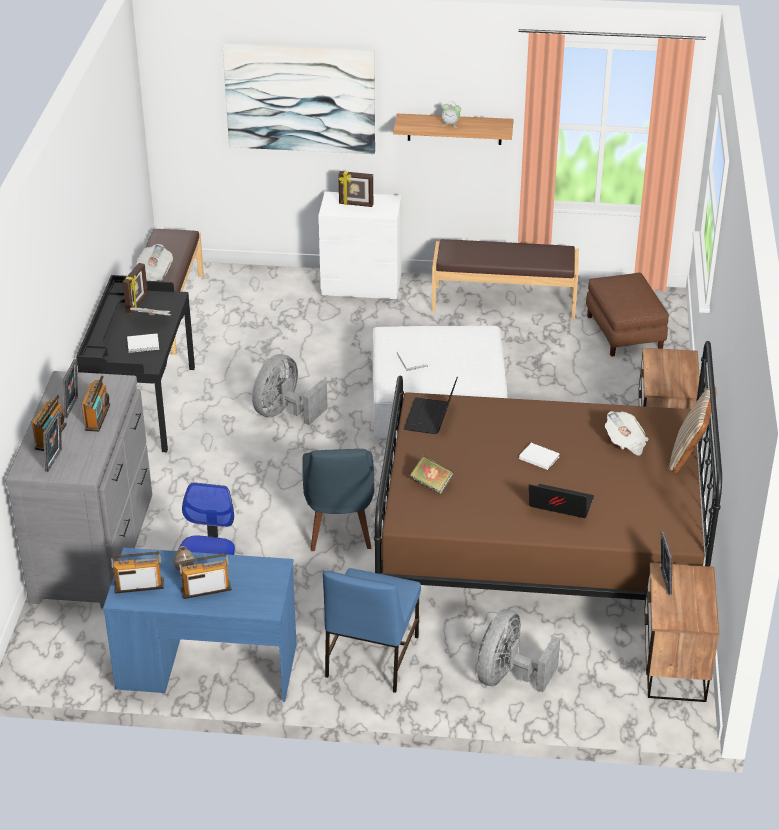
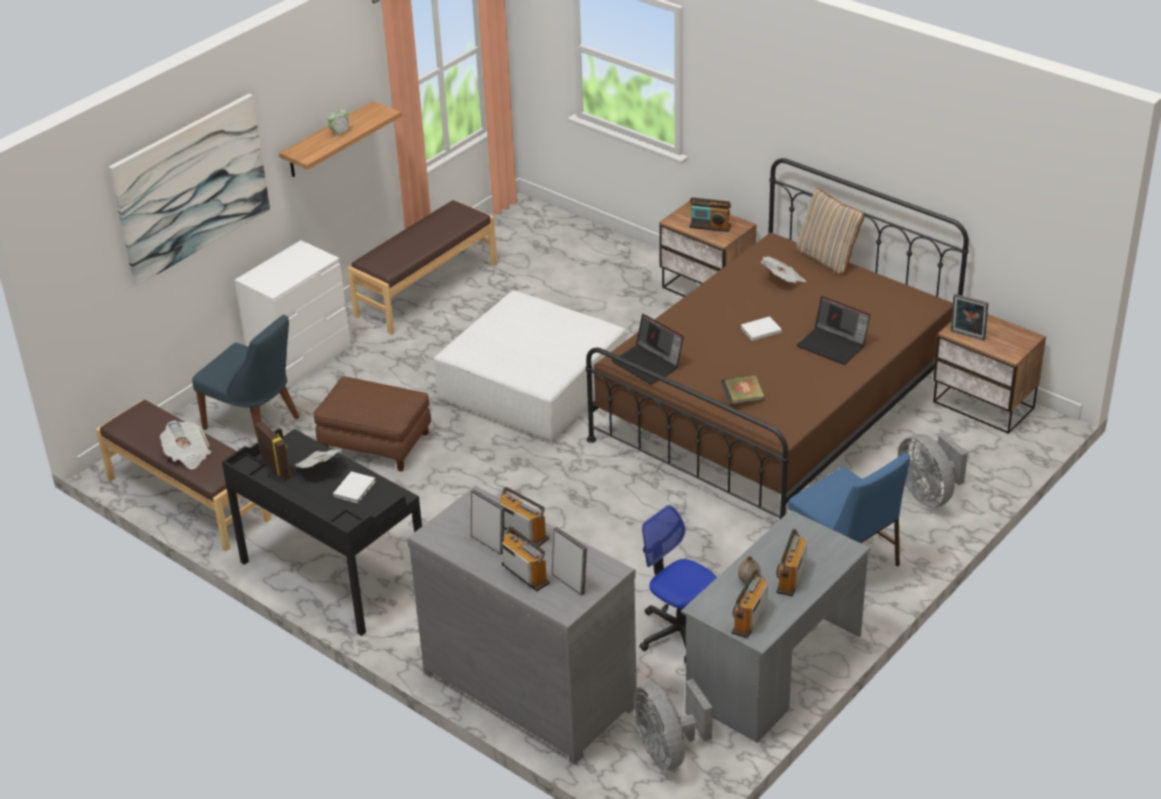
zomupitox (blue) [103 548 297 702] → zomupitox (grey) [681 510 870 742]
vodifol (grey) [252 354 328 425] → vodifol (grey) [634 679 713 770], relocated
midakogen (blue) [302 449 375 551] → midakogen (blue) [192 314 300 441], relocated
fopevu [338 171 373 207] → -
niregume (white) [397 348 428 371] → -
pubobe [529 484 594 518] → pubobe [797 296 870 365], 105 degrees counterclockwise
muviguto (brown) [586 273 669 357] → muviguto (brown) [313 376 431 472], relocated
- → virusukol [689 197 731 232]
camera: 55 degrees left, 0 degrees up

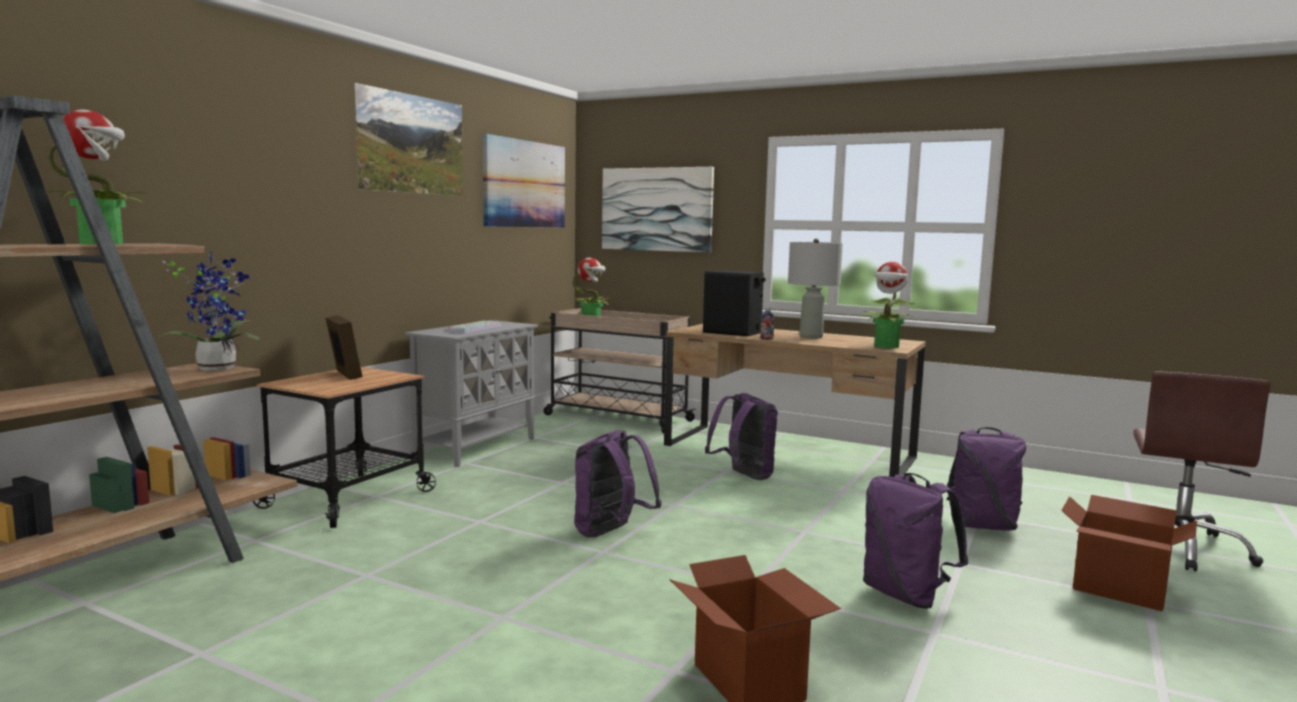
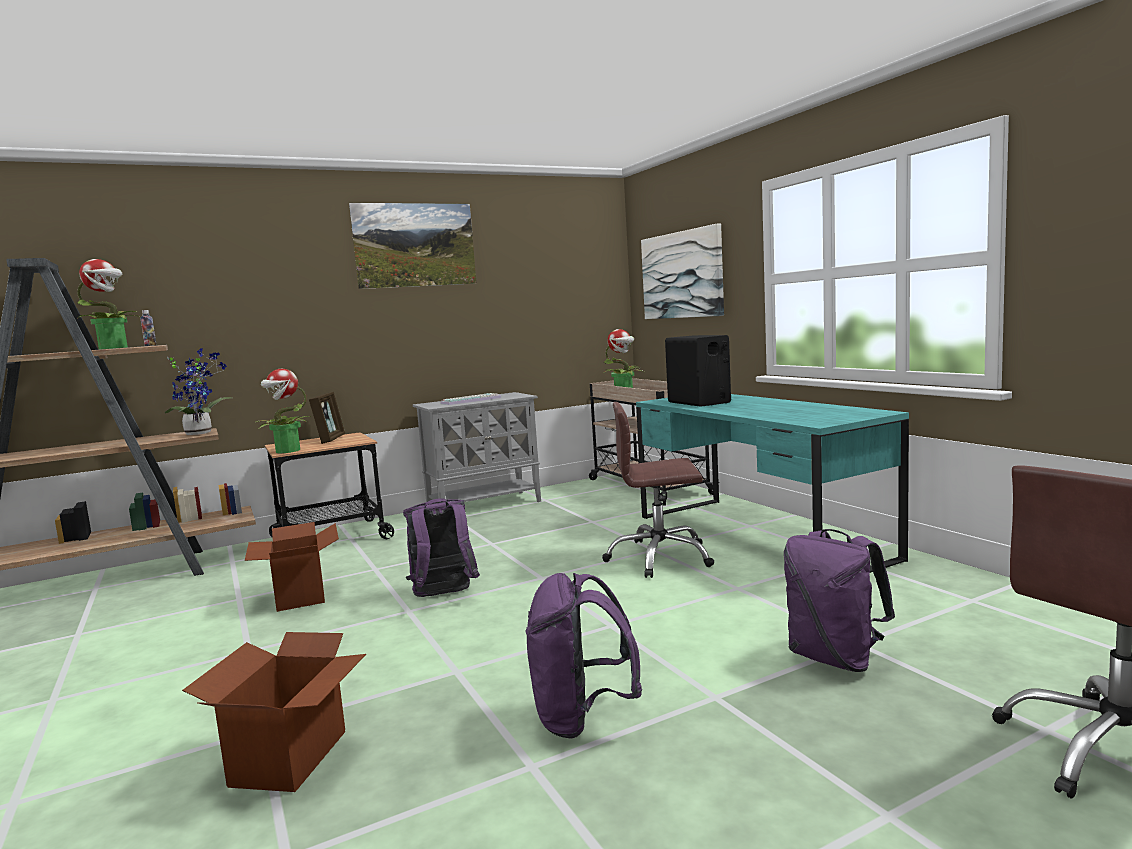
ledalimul [483 134 565 228] → -
zomupitox (brown) [664 324 926 477] → zomupitox (turquoise) [636 394 909 573]
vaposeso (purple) [705 393 778 480] → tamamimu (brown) [602 402 714 578]
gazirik [760 307 774 340] → gazirik [140 310 157 346], relocated
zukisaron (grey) [788 238 843 339] → -
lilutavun [860 262 915 348] → lilutavun [256 369 311 453], relocated
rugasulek [1061 495 1197 611] → rugasulek [245 522 339 612], relocated
camera: 35 degrees right, 0 degrees up

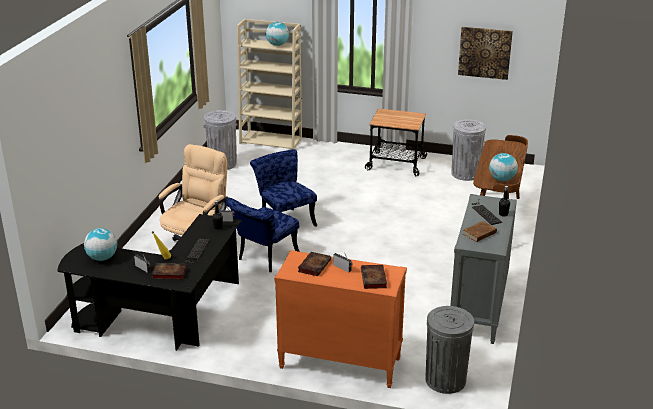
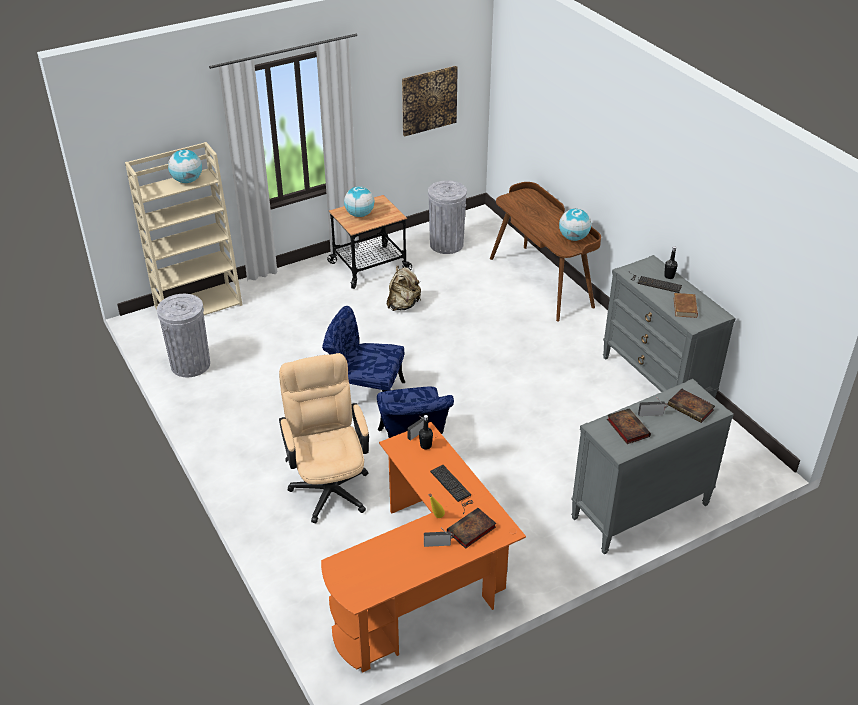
zomupitox (black) [57 214 241 351] → zomupitox (orange) [321 422 526 673]
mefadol [84 228 117 261] → mefadol [344 186 374 217], relocated
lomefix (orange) [274 250 407 388] → lomefix (grey) [571 379 734 554]
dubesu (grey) [425 306 474 394] → -
- → vaposeso (beige) [387 266 421 311]
camera: 45 degrees left, 10 degrees up

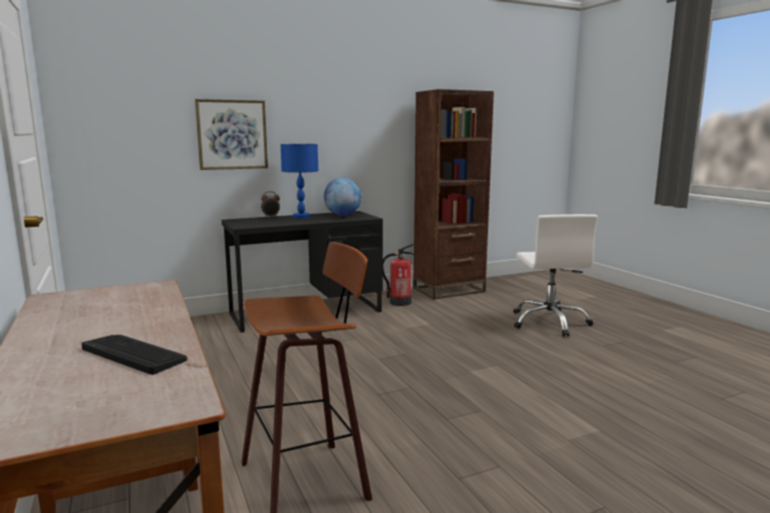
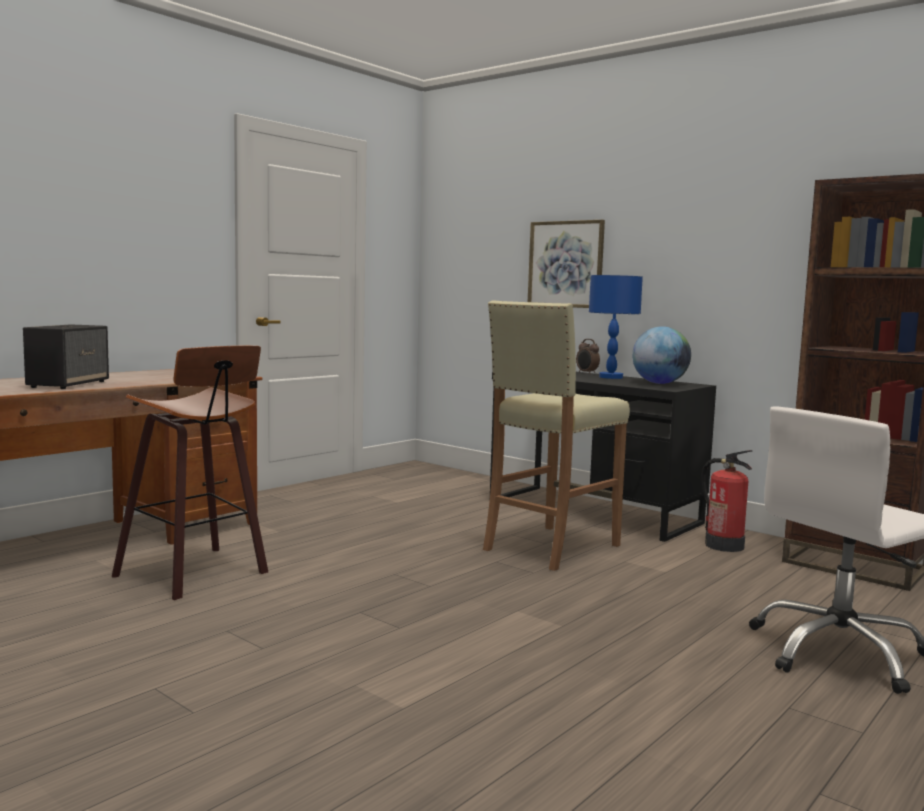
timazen [82 335 187 375] → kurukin [23 324 109 389]
- → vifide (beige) [483 300 630 571]
camera: 65 degrees right, 5 degrees down

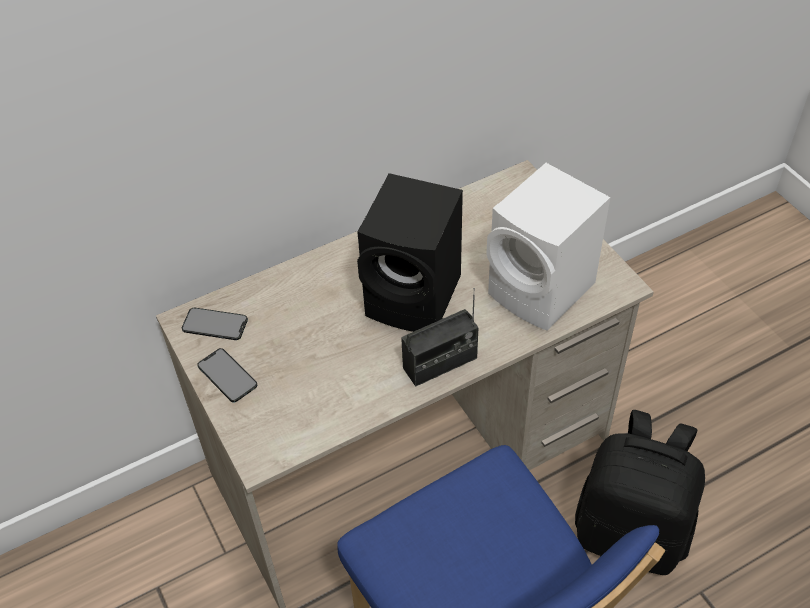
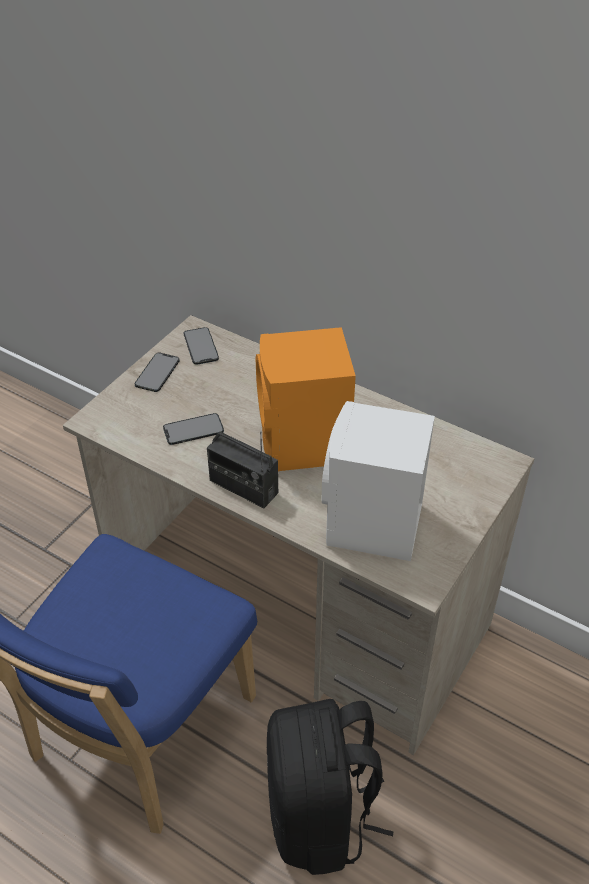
kurukin (black) [357 173 463 332] → kurukin (orange) [256 327 356 471]
- → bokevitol [163 413 224 445]
camera: 60 degrees right, 5 degrees down

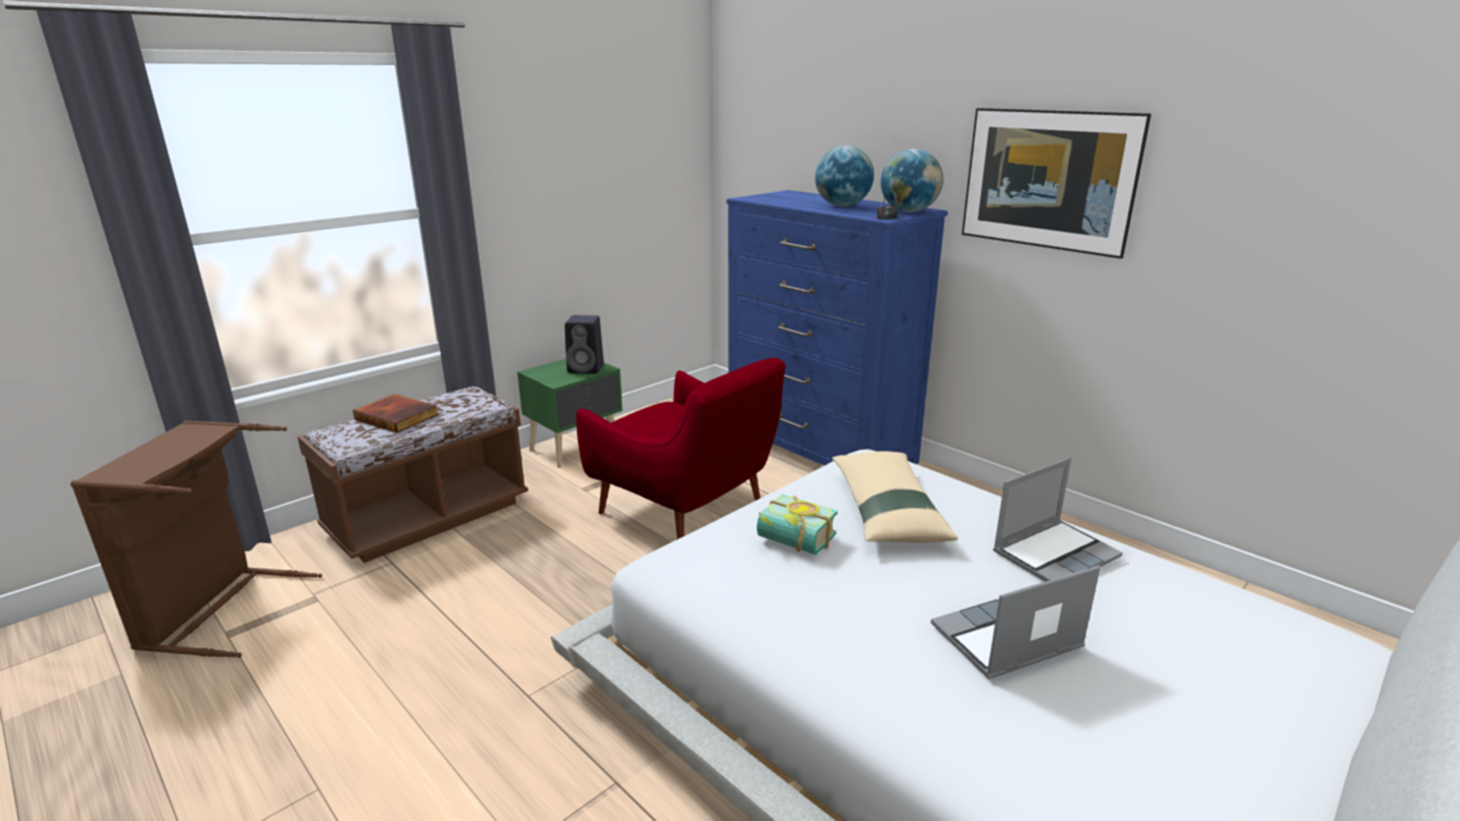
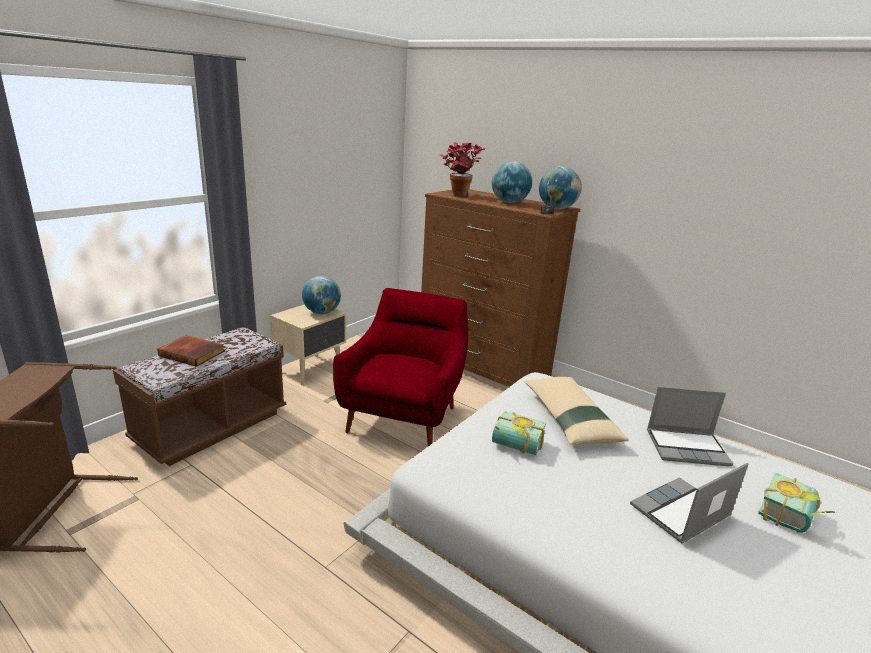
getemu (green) [517 359 622 468] → getemu (beige) [270 304 346 385]
kurukin (black) [565 315 604 374] → mefadol [302 276 341 314]
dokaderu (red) [576 358 785 539] → dokaderu (red) [333 288 468 446], 105 degrees counterclockwise
lomefix (blue) [727 190 948 466] → lomefix (brown) [421 189 580 387]
ledalimul [962 108 1151 259] → -
pubobe [993 457 1123 582] → pubobe [647 387 733 466], 45 degrees clockwise
- → lilutavun [440 142 486 197]
- → niregume [758 473 836 533]
camera: 10 degrees left, 0 degrees up

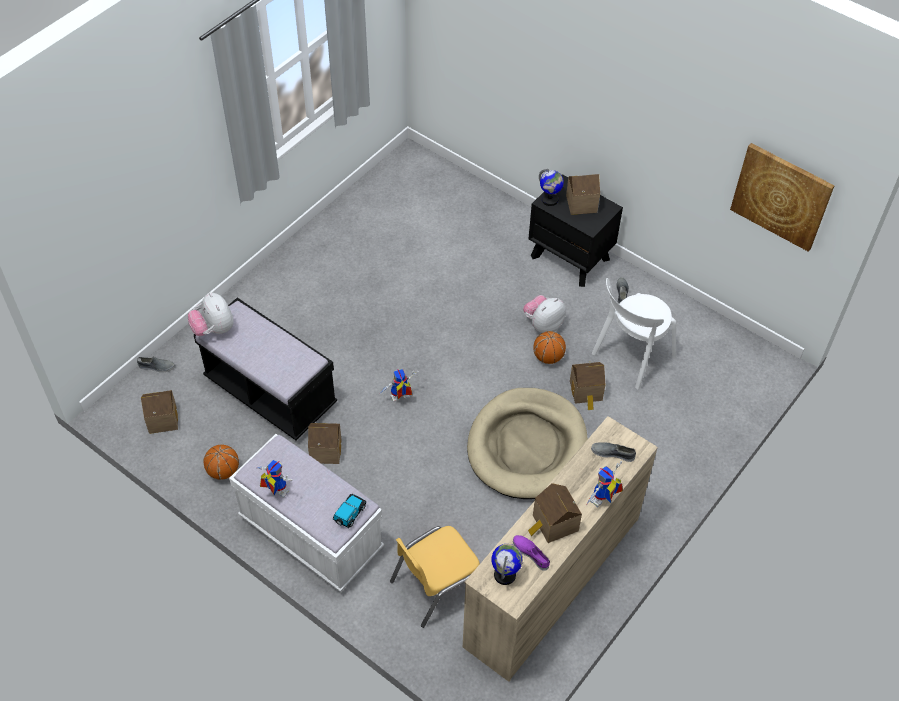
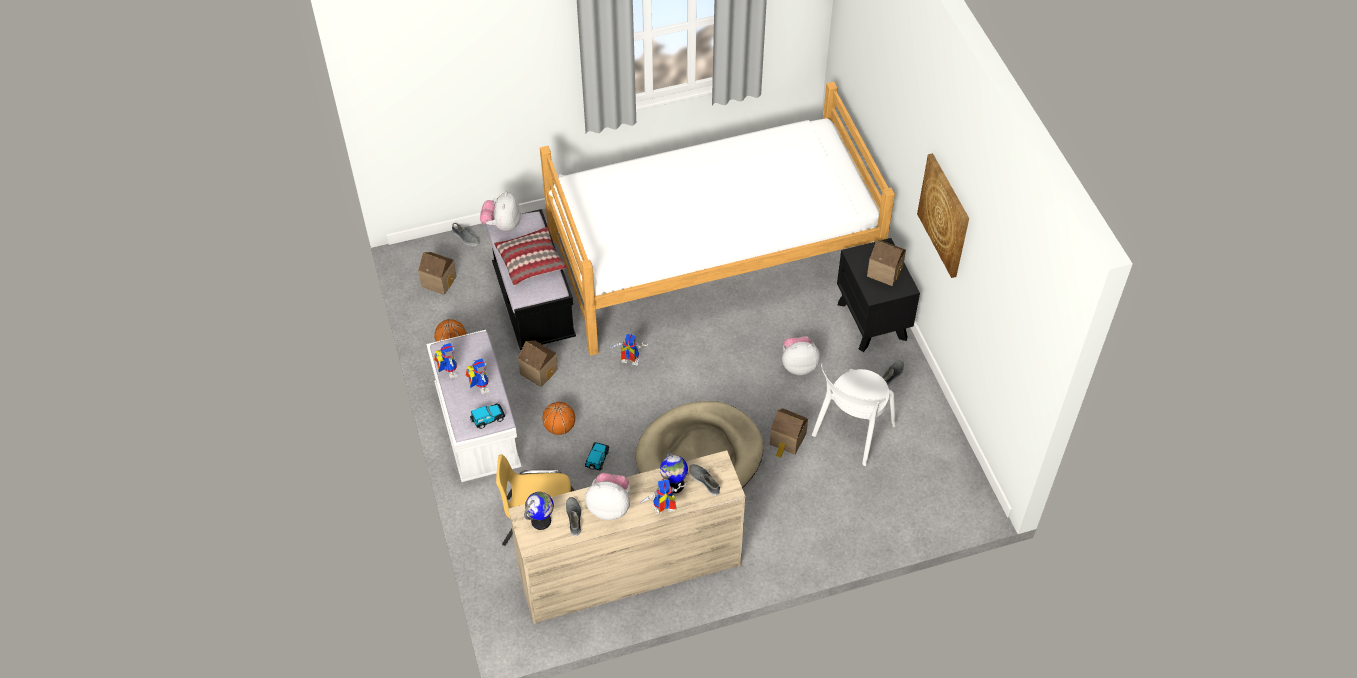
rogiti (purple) [513 535 550 571] → rogiti (grey) [566 497 581 536]
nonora [528 483 582 543] → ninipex [585 473 630 520]
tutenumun [533 331 566 364] → tutenumun [542 402 575 435], relocated
mefadol [539 169 564 206] → mefadol [660 452 688 493], relocated
midakogen (white) [592 278 676 390] → midakogen (white) [812 363 896 466], 45 degrees counterclockwise
ledalimul [730 143 835 252] → ledalimul [917 153 969 278], relocated
- → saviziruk [465 358 490 395]
- → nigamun [494 227 567 285]
- → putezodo [540 82 895 356]
- → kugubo [585 442 609 471]
camera: 35 degrees right, 0 degrees up

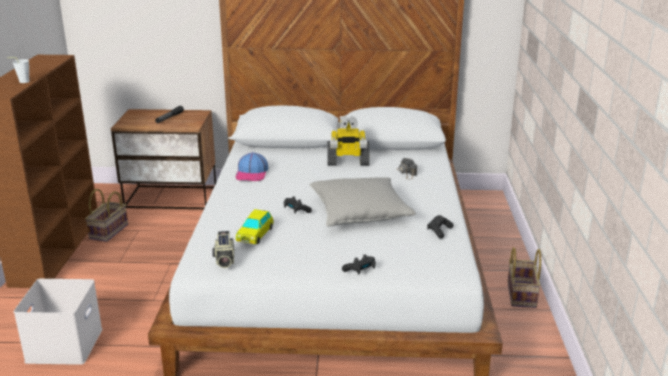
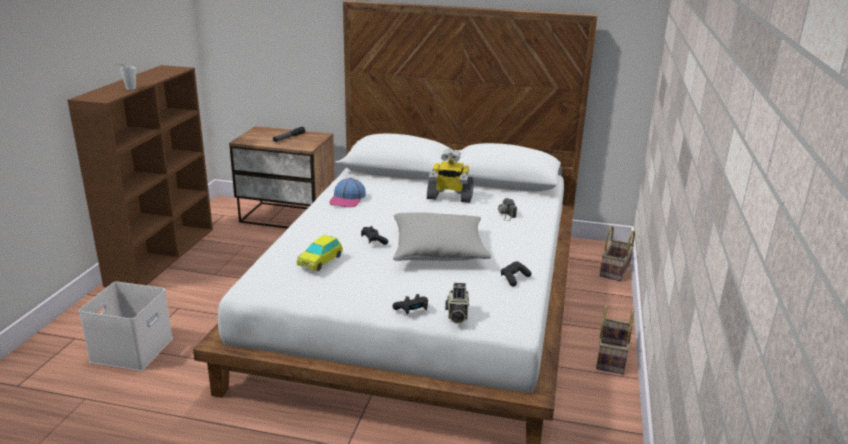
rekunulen [85 189 128 242] → rekunulen [600 226 635 281], relocated
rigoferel [212 231 235 268] → rigoferel [445 283 469 324], relocated
camera: 10 degrees right, 0 degrees up

